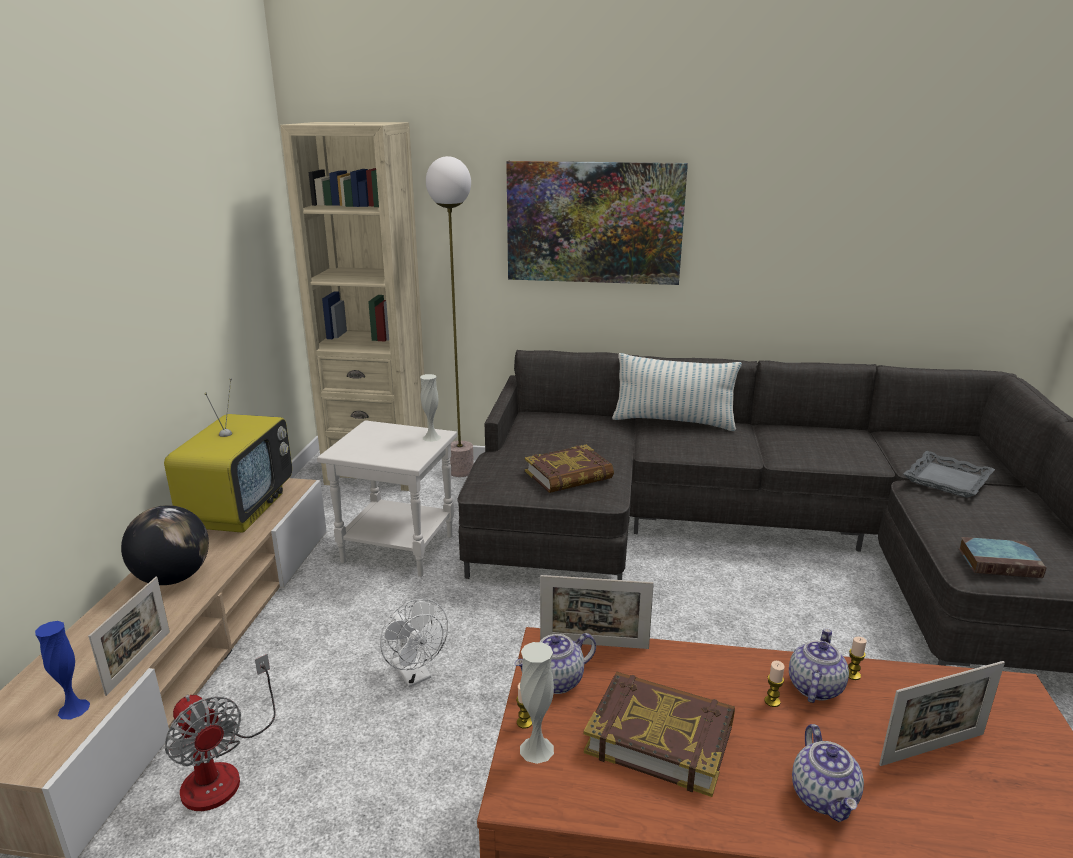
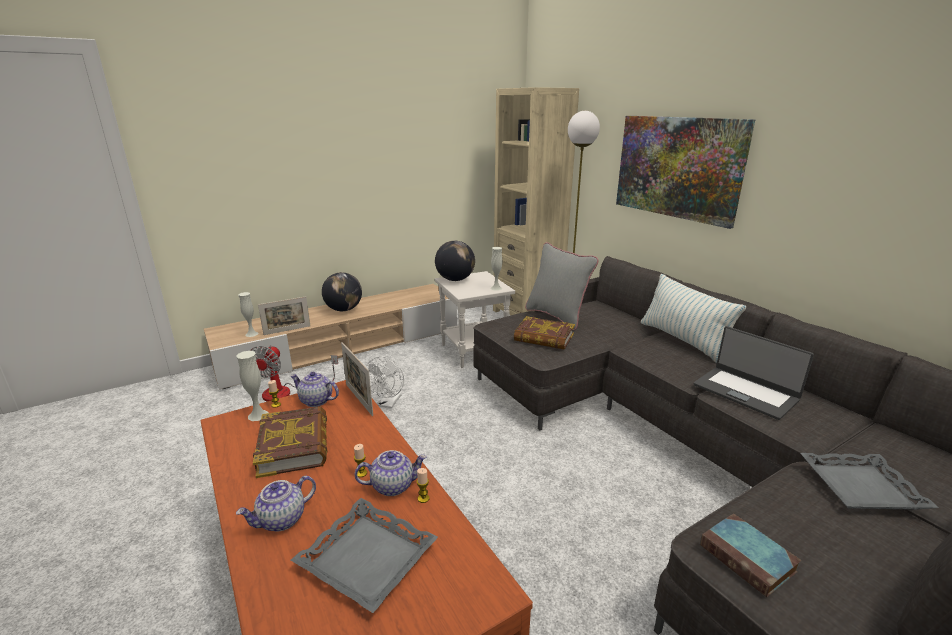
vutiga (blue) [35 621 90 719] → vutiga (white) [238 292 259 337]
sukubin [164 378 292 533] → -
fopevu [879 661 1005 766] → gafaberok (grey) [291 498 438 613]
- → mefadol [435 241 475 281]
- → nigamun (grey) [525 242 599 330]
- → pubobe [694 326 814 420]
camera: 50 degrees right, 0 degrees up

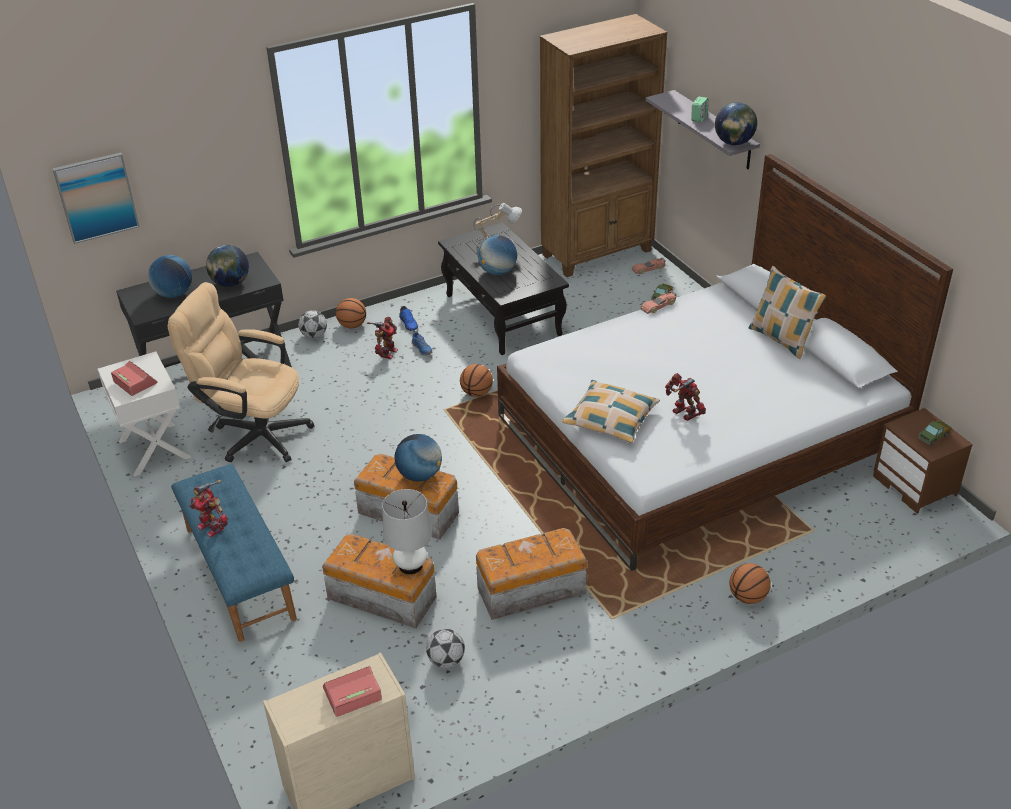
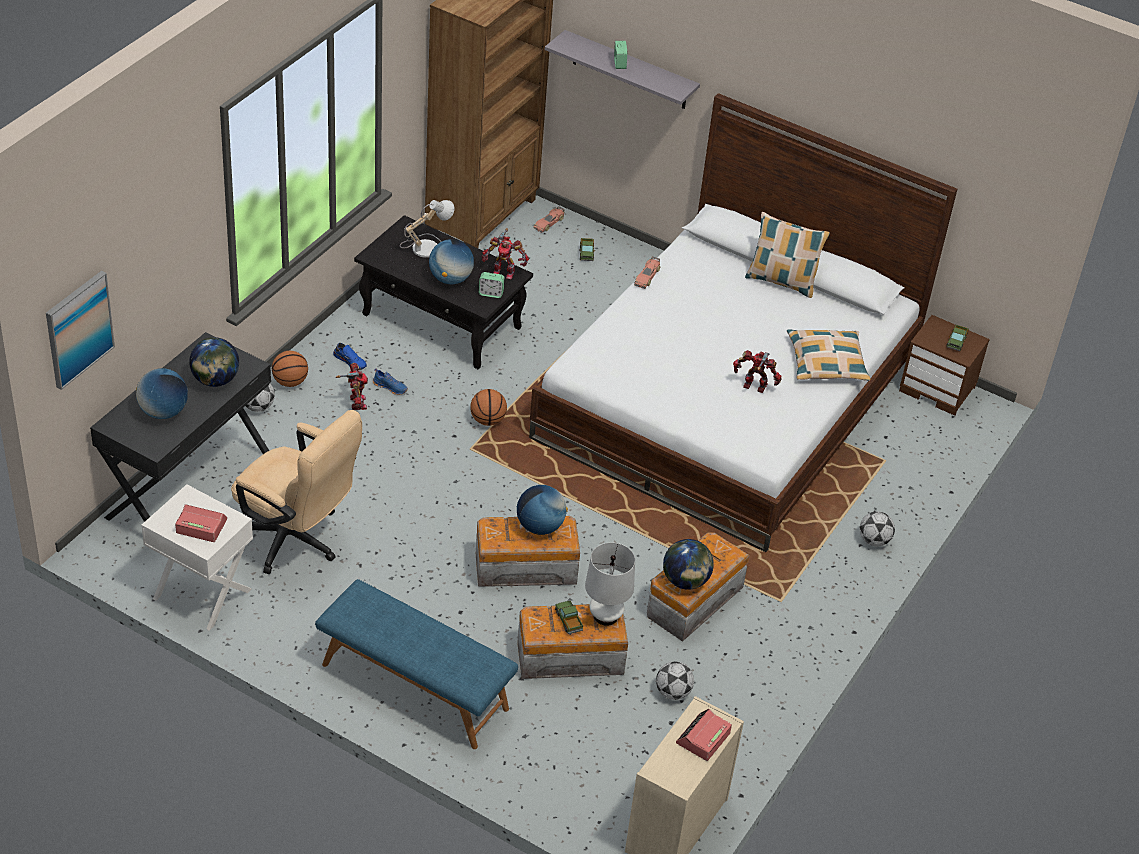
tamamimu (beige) [168 282 314 462] → tamamimu (beige) [231 410 362 574], 135 degrees counterclockwise
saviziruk [190 480 228 537] → saviziruk [482 228 529 280], relocated
nigamun [562 380 660 443] → nigamun [787 329 870 381], relocated
mefadol [715 102 757 145] → mefadol [663 539 714 590], relocated
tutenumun [729 563 771 604] → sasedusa [860 511 895 546]
- → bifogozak [479 272 505 298]
- → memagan [555 601 583 635]
camera: 35 degrees left, 5 degrees up

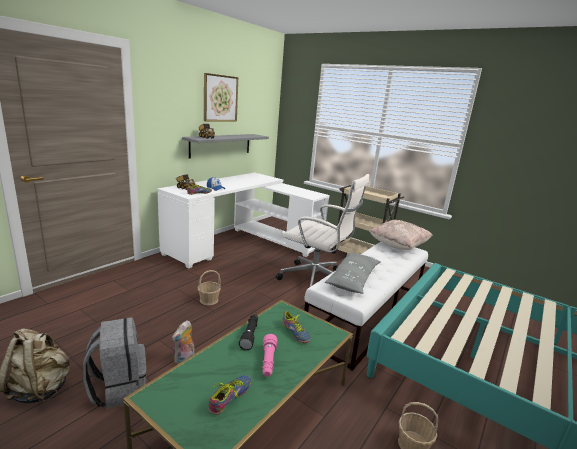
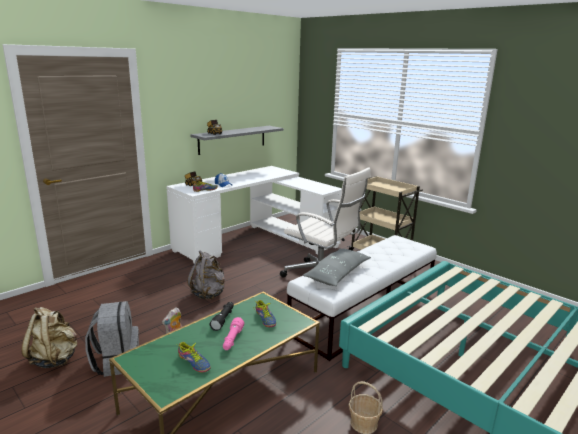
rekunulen [198 270 221 305] → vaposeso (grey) [187 250 225 299]
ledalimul [204 73 238 121] → -
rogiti [209 375 251 415] → rogiti [178 342 211 372], 90 degrees clockwise
nigamun (beige) [369 220 433 250] → -
camera: 10 degrees right, 0 degrees up

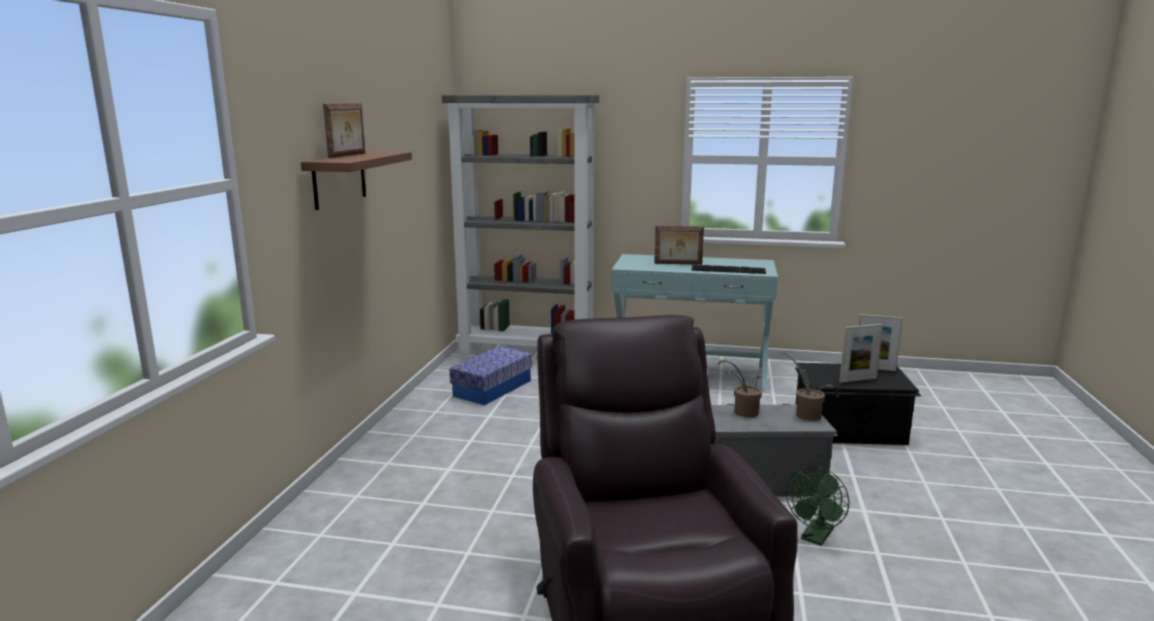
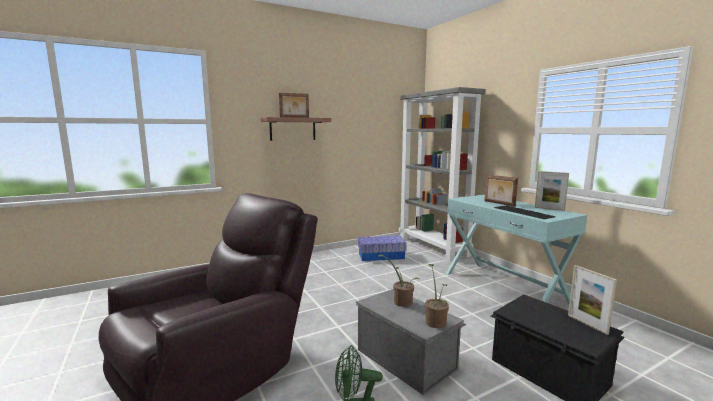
fopevu [839 324 883 383] → fopevu [535 171 569 211], relocated
camera: 50 degrees right, 5 degrees down

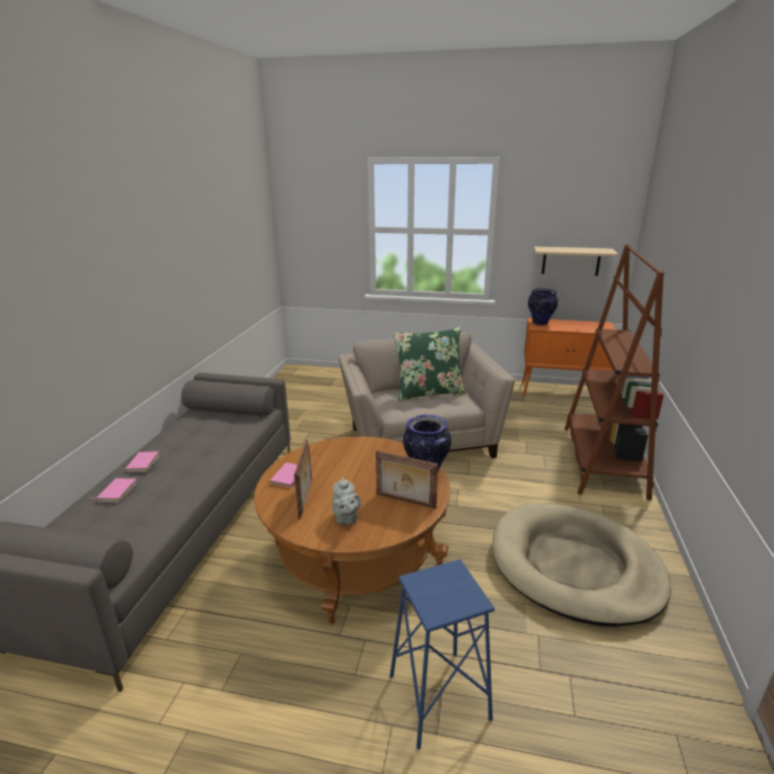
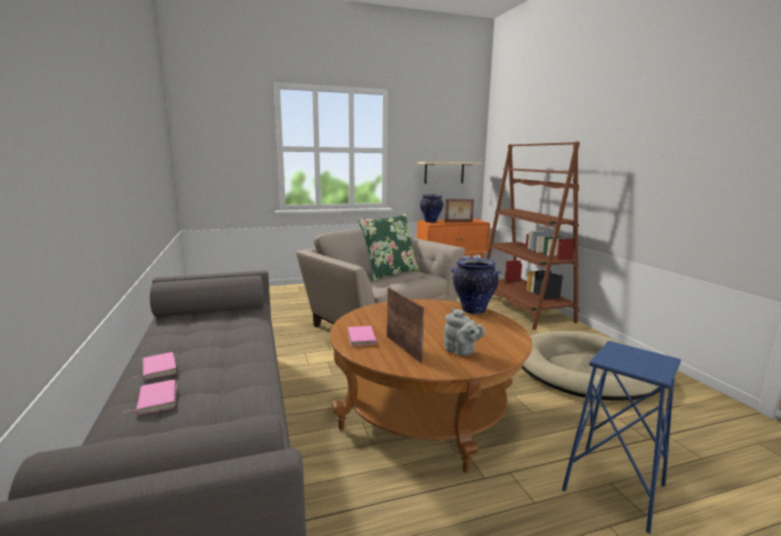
fopevu [376 450 438 509] → fopevu [445 199 474 222], relocated
camera: 30 degrees left, 10 degrees down

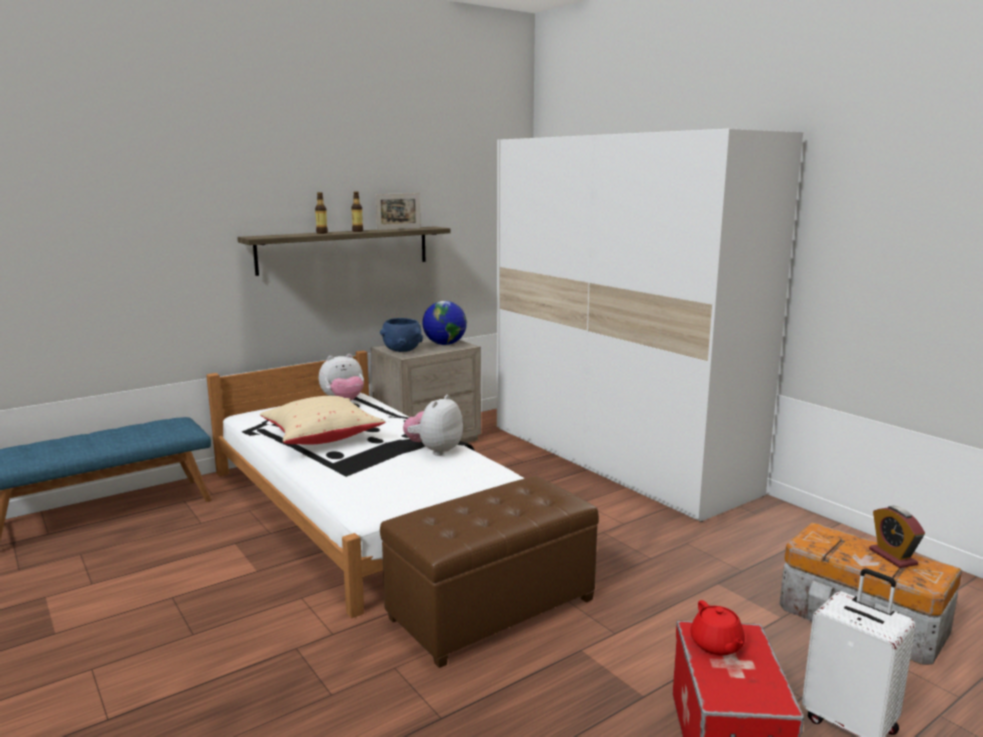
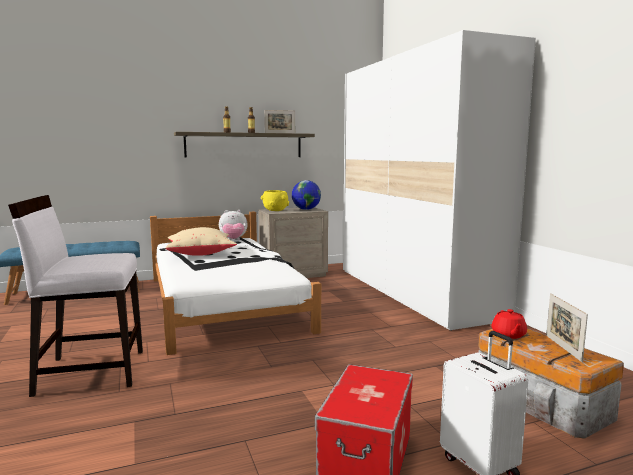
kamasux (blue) [380 318 423 352] → kamasux (yellow) [261 190 289 211]
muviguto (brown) [380 476 599 668] → -
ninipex [403 395 463 456] → -
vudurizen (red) [690 600 745 656] → vudurizen (red) [491 309 527 339], relocated
bifogozak [869 506 925 568] → fopevu [546 293 588 362]
- → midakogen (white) [8 195 143 397]
camera: 15 degrees right, 5 degrees down

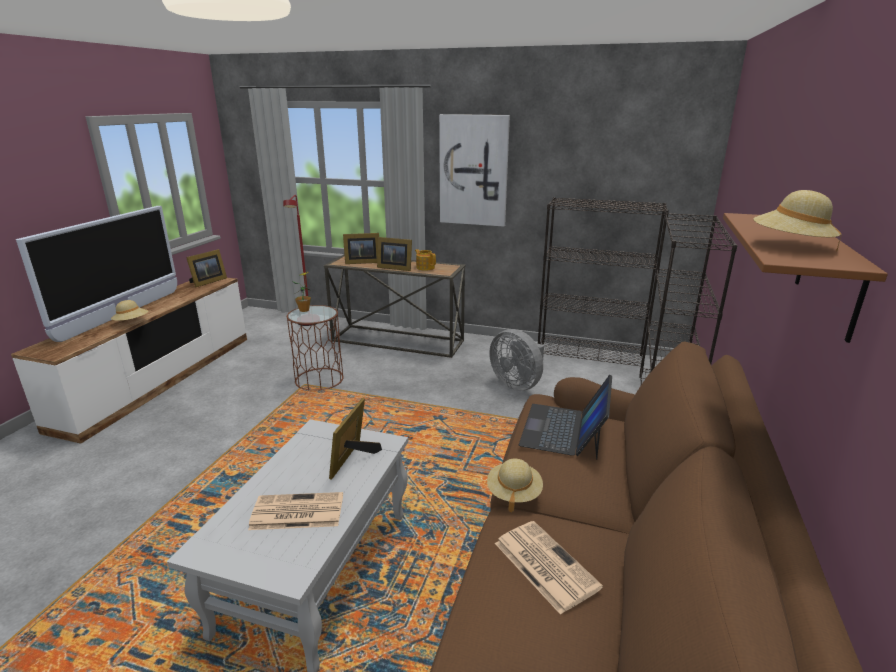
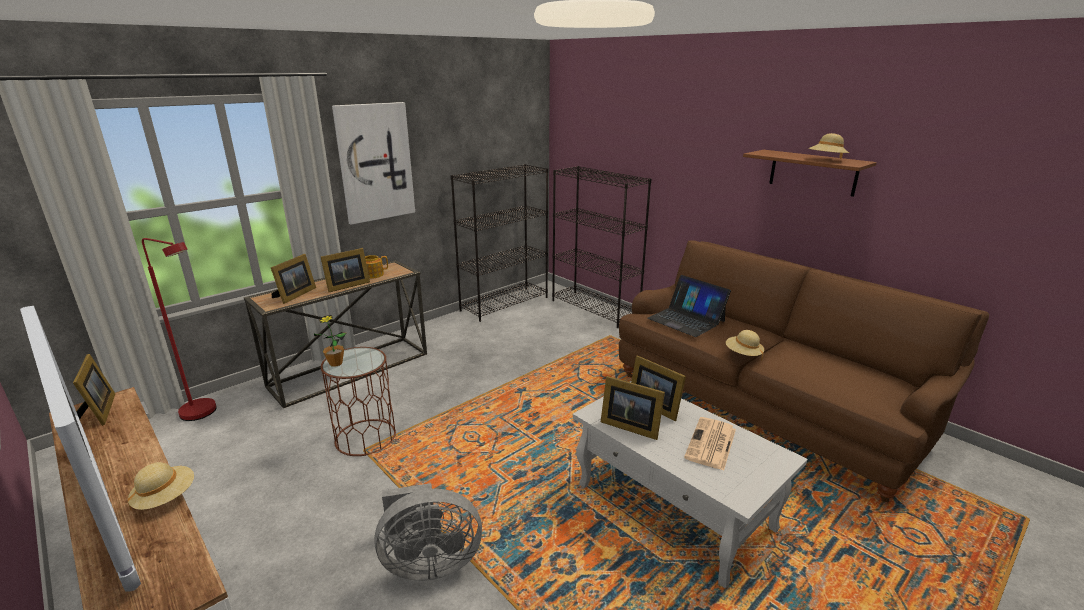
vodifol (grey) [489 329 544 391] → vodifol (grey) [374 483 482 581], relocated
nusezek [495 521 603 615] → -
- → fopevu [601 376 665 440]
camera: 60 degrees left, 0 degrees up

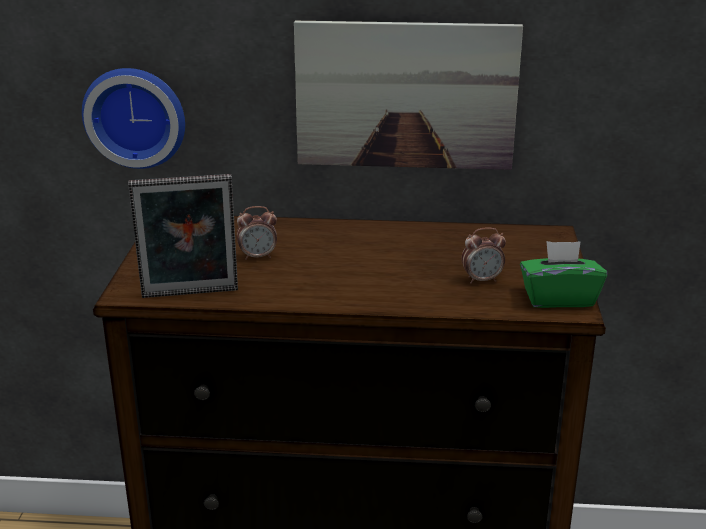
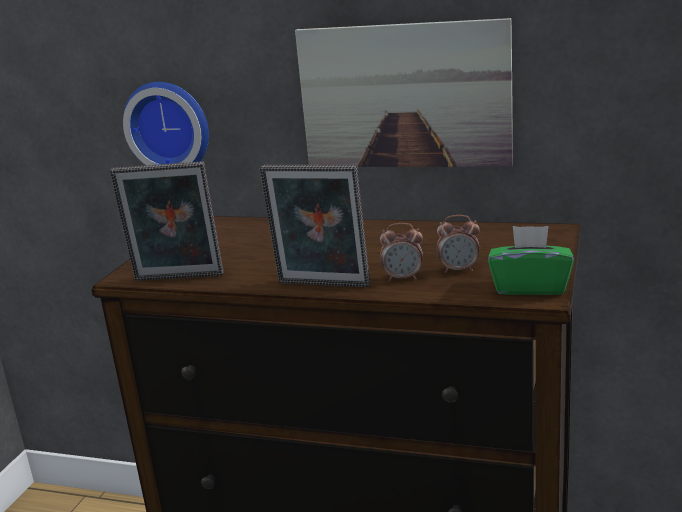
bifogozak [237 206 277 260] → bifogozak [380 223 423 281], relocated
- → fopevu [259 165 370 287]
camera: 15 degrees right, 5 degrees down

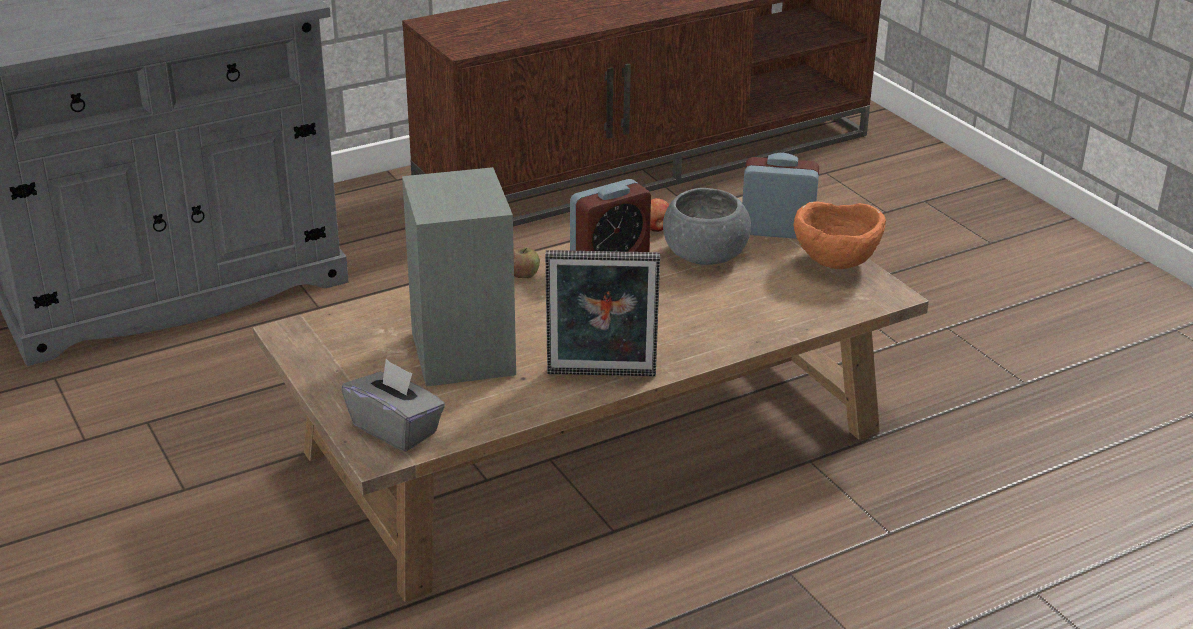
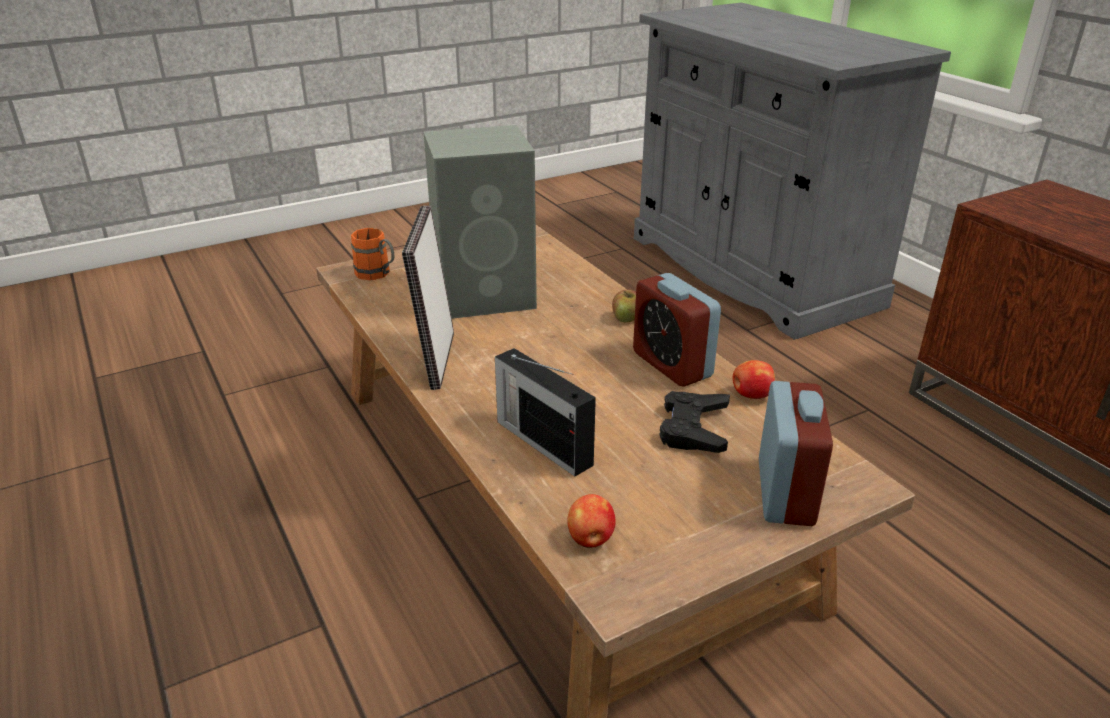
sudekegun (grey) [341 359 445 452] → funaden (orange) [351 228 394 280]
kamasux (grey) [663 188 751 265] → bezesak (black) [659 391 730 453]
kamasux (orange) [793 202 886 269] → -
- → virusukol [495 348 596 477]
- → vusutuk [567 494 616 548]
camera: 90 degrees right, 0 degrees up

